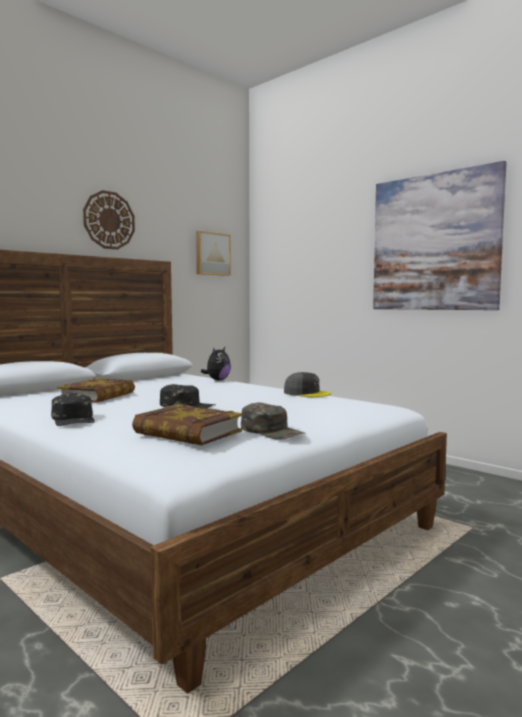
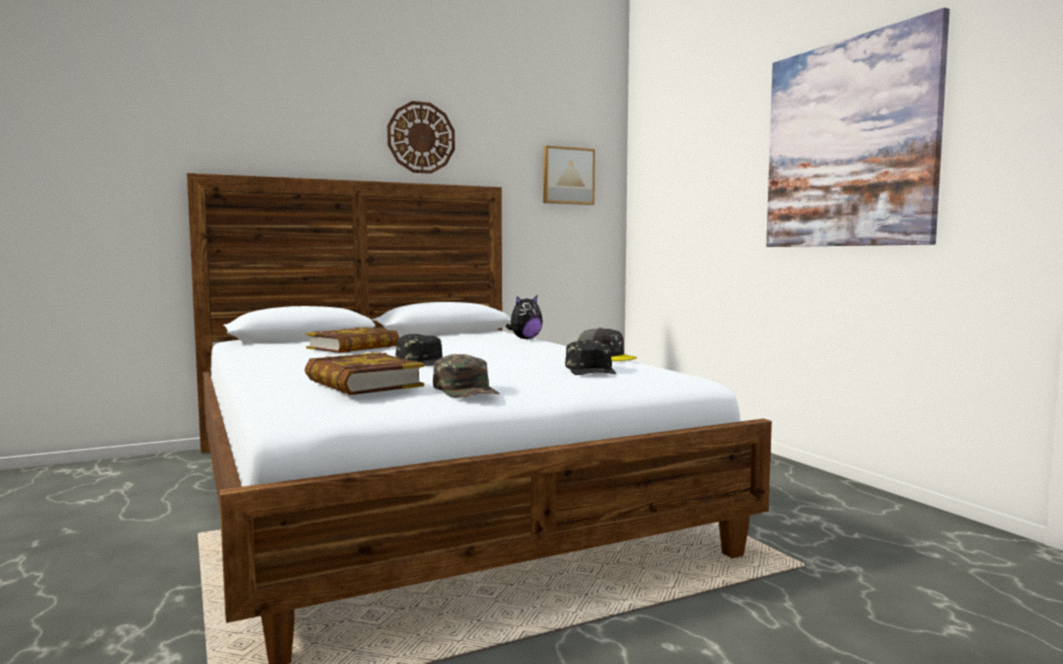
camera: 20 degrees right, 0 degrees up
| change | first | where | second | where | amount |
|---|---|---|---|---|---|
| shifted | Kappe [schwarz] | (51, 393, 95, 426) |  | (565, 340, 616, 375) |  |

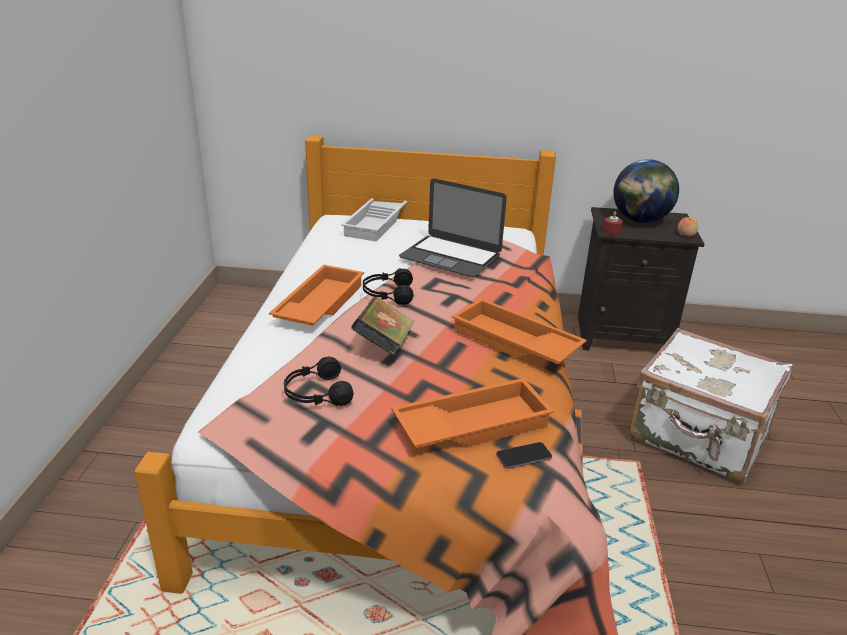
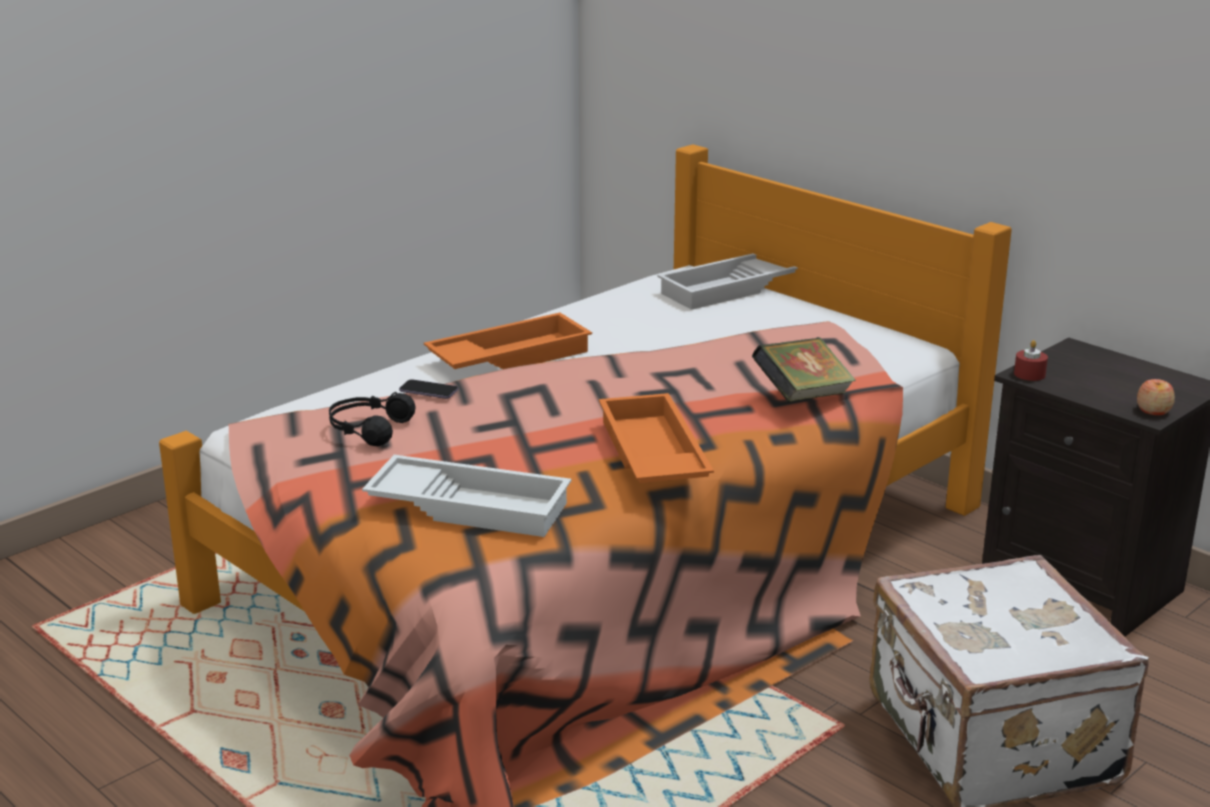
camera: 40 degrees right, 5 degrees down
| change | first | where | second | where | amount |
|---|---|---|---|---|---|
| shifted | Buch | (351, 297, 414, 356) |  | (752, 337, 856, 402) |  |
| gone | Kopfhörer [schwarz] | (363, 268, 414, 305) |  |  |  |
| repainted | Tablett [orange] | (391, 378, 554, 448) | Tablett [weiß] | (362, 455, 572, 537) |  |
| gone | Laptop | (399, 178, 507, 277) |  |  |  |
| shifted | Handy | (496, 442, 552, 469) |  | (399, 379, 458, 399) |  |
| gone | Globus | (613, 159, 679, 223) |  |  |  |

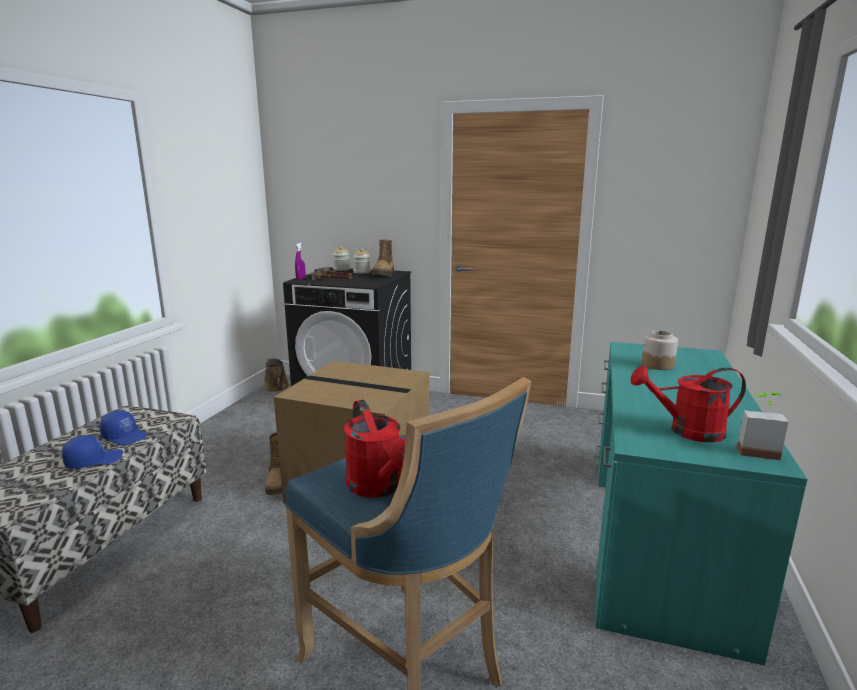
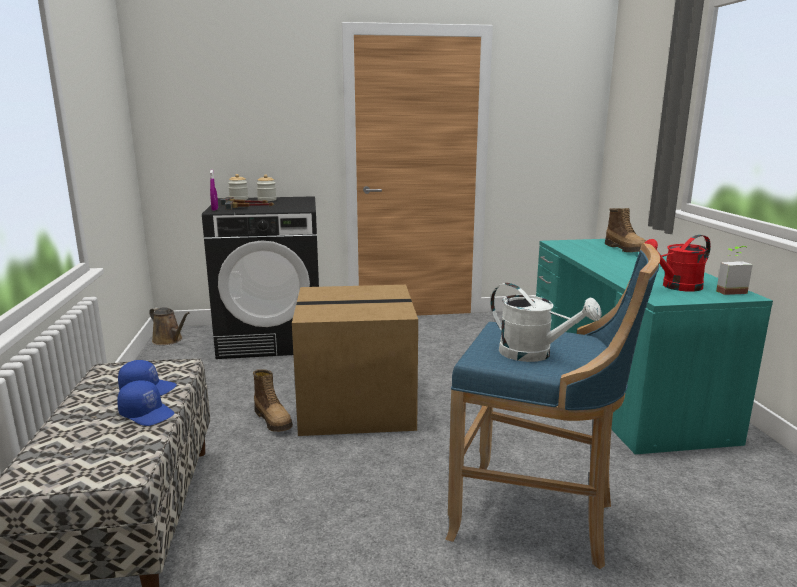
camera: 25 degrees left, 0 degrees up
| change | first | where | second | where | amount |
|---|---|---|---|---|---|
| rotated | Kappe [blau] | (62, 435, 123, 469) |  | (117, 380, 175, 426) | 90 degrees clockwise |
| repainted | Gießkanne [rot] | (344, 400, 405, 498) | Gießkanne [weiß] | (490, 283, 602, 362) |  |
| shifted | Stiefel | (372, 239, 394, 276) |  | (605, 208, 646, 252) |  |
| gone | Vorratsglas | (642, 330, 678, 370) |  |  |  |

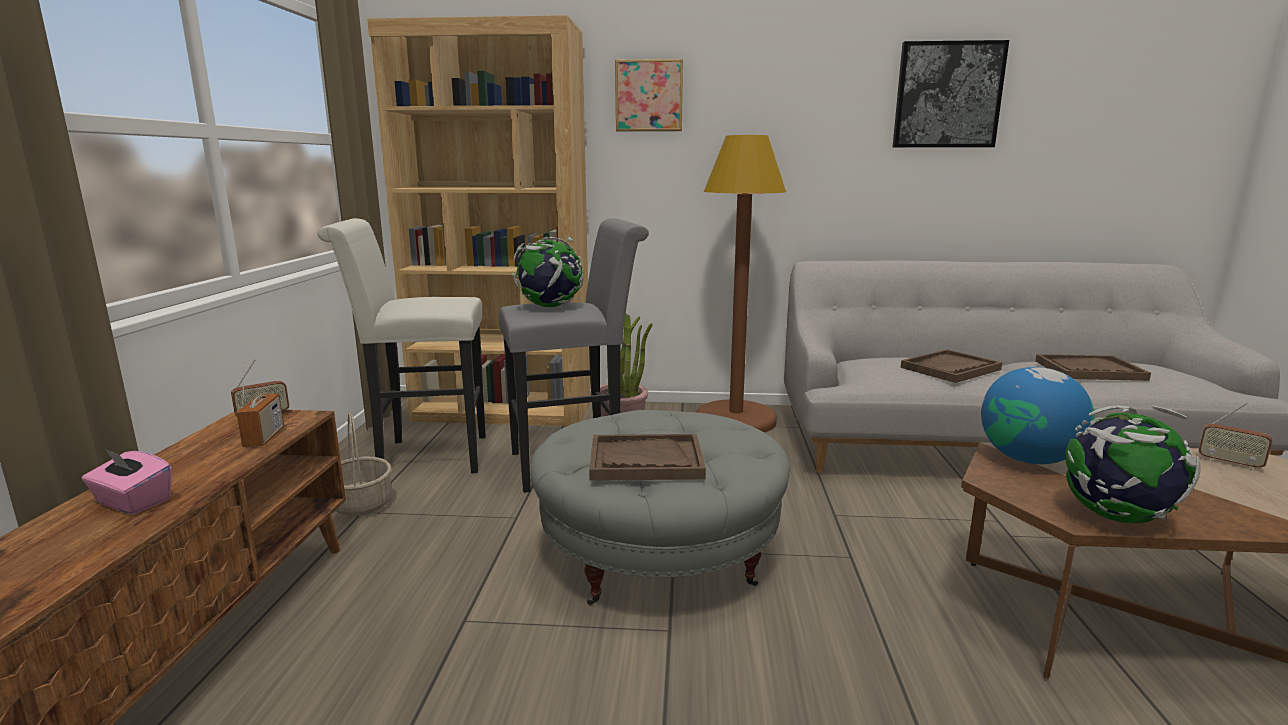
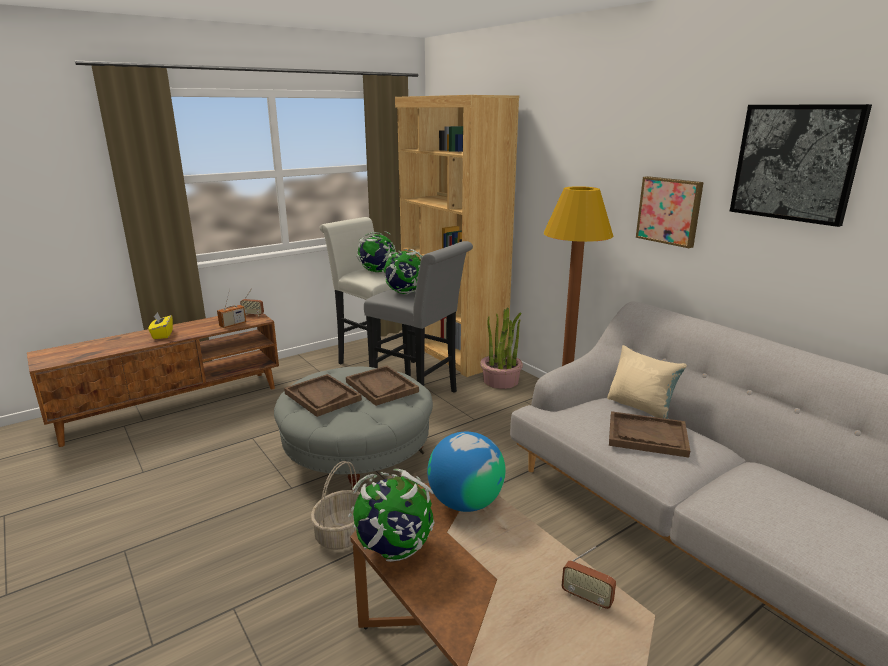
camera: 50 degrees right, 5 degrees up
| change | first | where | second | where | amount |
|---|---|---|---|---|---|
| repainted | Taschentuchbox [rosa] | (82, 448, 172, 514) | Taschentuchbox [gelb] | (148, 312, 173, 339) |  |
| shifted | Korb | (336, 413, 392, 516) |  | (311, 461, 361, 550) |  |
| shifted | Bild | (615, 59, 683, 132) |  | (636, 176, 704, 248) |  |
| shifted | Tablett [braun] | (1035, 354, 1151, 381) |  | (346, 366, 419, 406) |  |
| rotated | Radio | (1199, 402, 1272, 470) |  | (561, 546, 616, 610) | 60 degrees counterclockwise |
| new |  |  | Globus | (357, 232, 396, 272) |  |
| new |  |  | Kissen [beige] | (607, 345, 687, 419) |  |

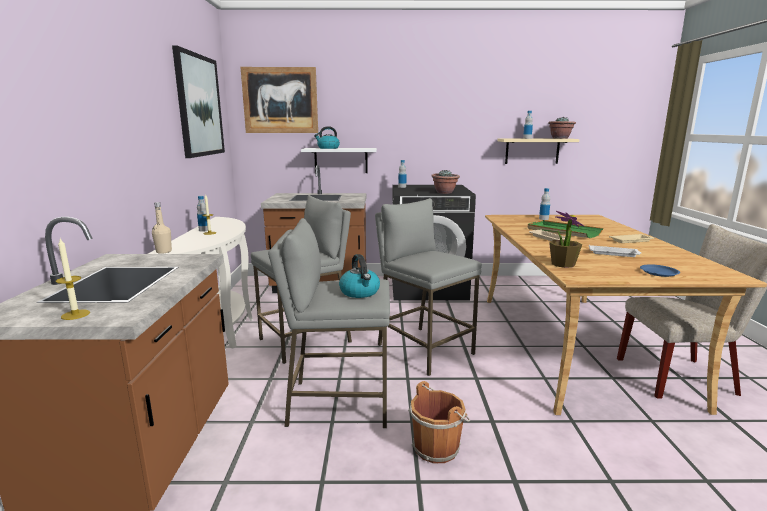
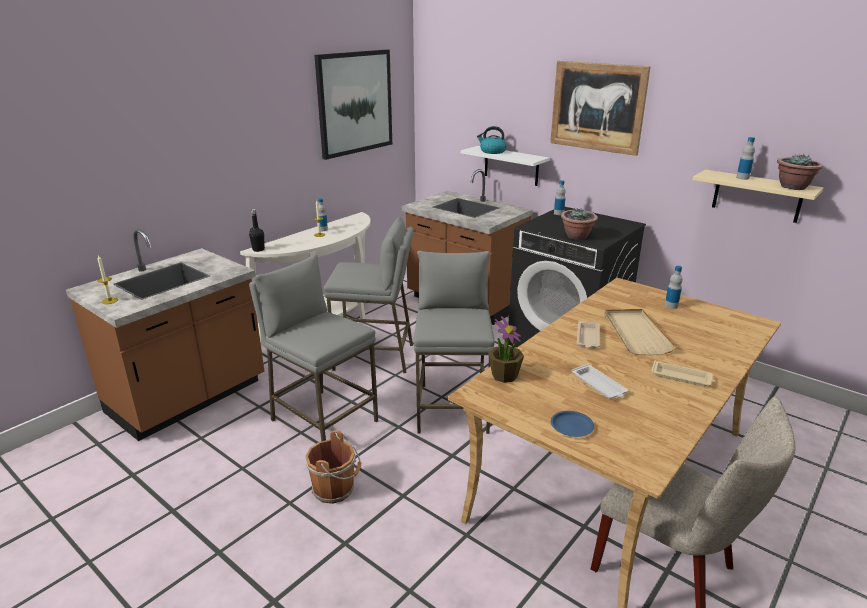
camera: 40 degrees right, 10 degrees up
| change | first | where | second | where | amount |
|---|---|---|---|---|---|
| repainted | Flasche [beige] | (152, 202, 172, 254) | Flasche [schwarz] | (249, 209, 265, 252) |  |
| shifted | Bild | (241, 67, 318, 133) |  | (550, 61, 651, 156) |  |
| gone | Wasserkessel | (339, 254, 380, 298) |  |  |  |
| repainted | Tablett [grün] | (528, 220, 603, 238) | Tablett [beige] | (604, 309, 676, 355) |  |

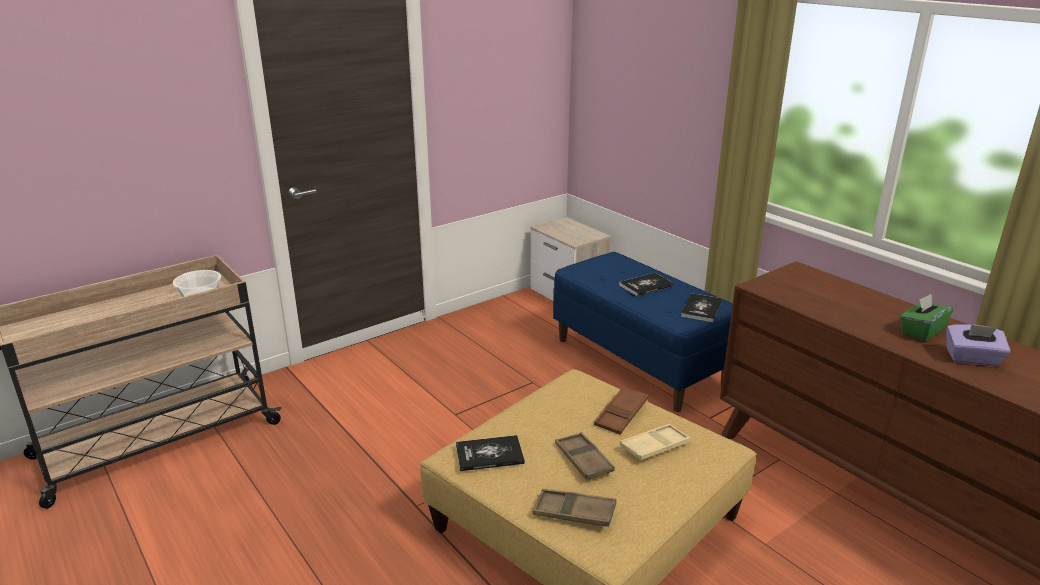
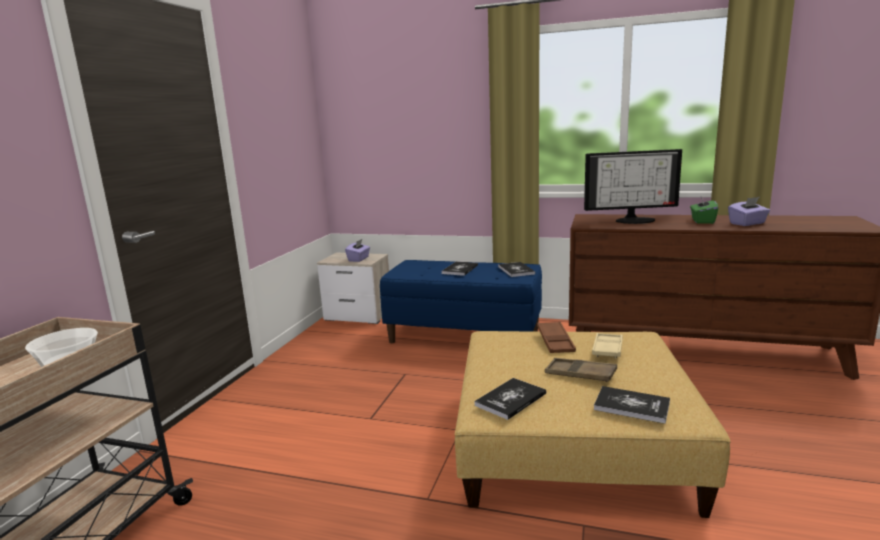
camera: 35 degrees left, 10 degrees down
| change | first | where | second | where | amount |
|---|---|---|---|---|---|
| swapped | Tablett [braun] | (533, 489, 616, 527) | Buch | (594, 386, 670, 424) |  |
| new |  |  | Taschentuchbox [lila] | (345, 239, 370, 262) |  |
| new |  |  | Monitor | (584, 149, 682, 224) |  |

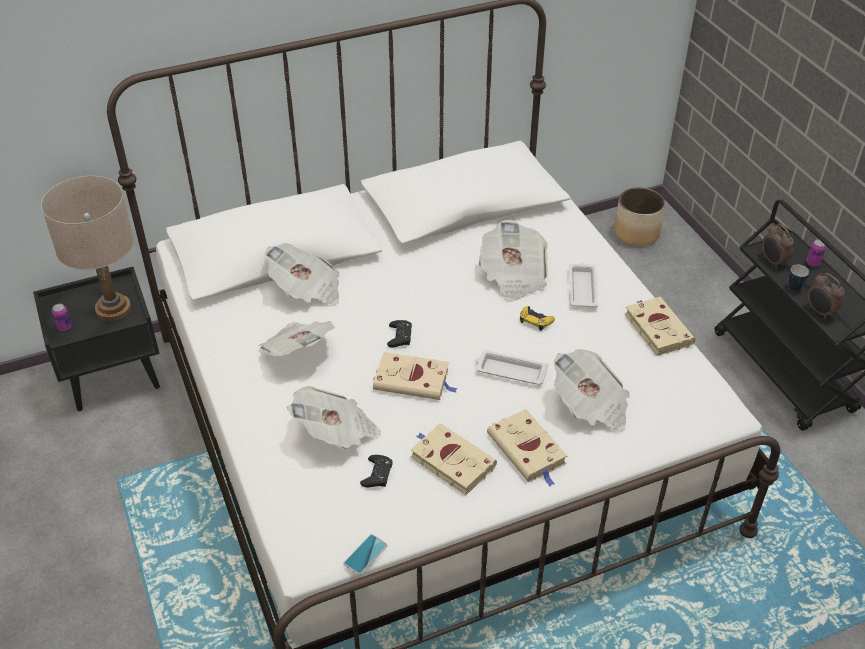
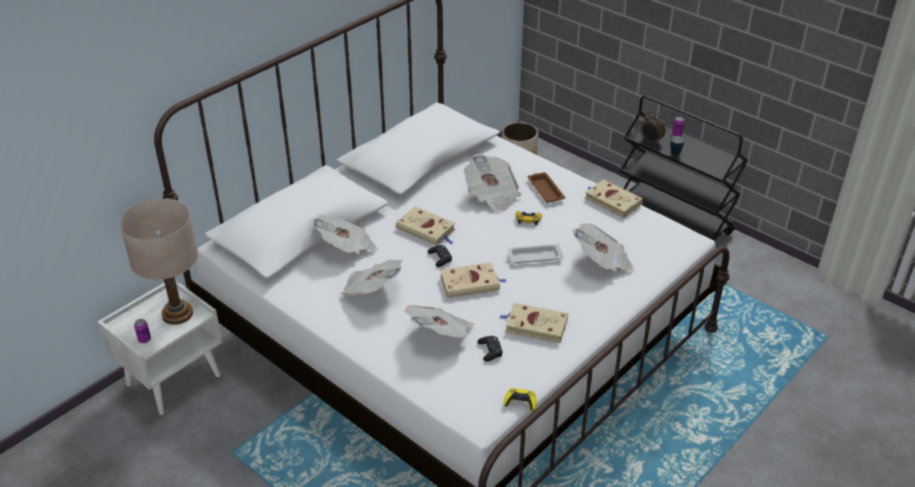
camera: 25 degrees left, 5 degrees down
| change | first | where | second | where | amount |
|---|---|---|---|---|---|
| repainted | Nachttisch [schwarz] | (33, 267, 160, 411) | Nachttisch [weiß] | (98, 280, 223, 415) |  |
| swapped | Handy | (344, 534, 387, 575) | Gamepad [gelb] | (504, 388, 536, 411) |  |
| shifted | Buch [beige] | (487, 409, 567, 487) |  | (396, 207, 455, 246) |  |
| repainted | Tablett [weiß] | (569, 263, 598, 307) | Tablett [braun] | (527, 172, 565, 203) |  |
| gone | Wecker | (807, 273, 845, 320) |  |  |  |

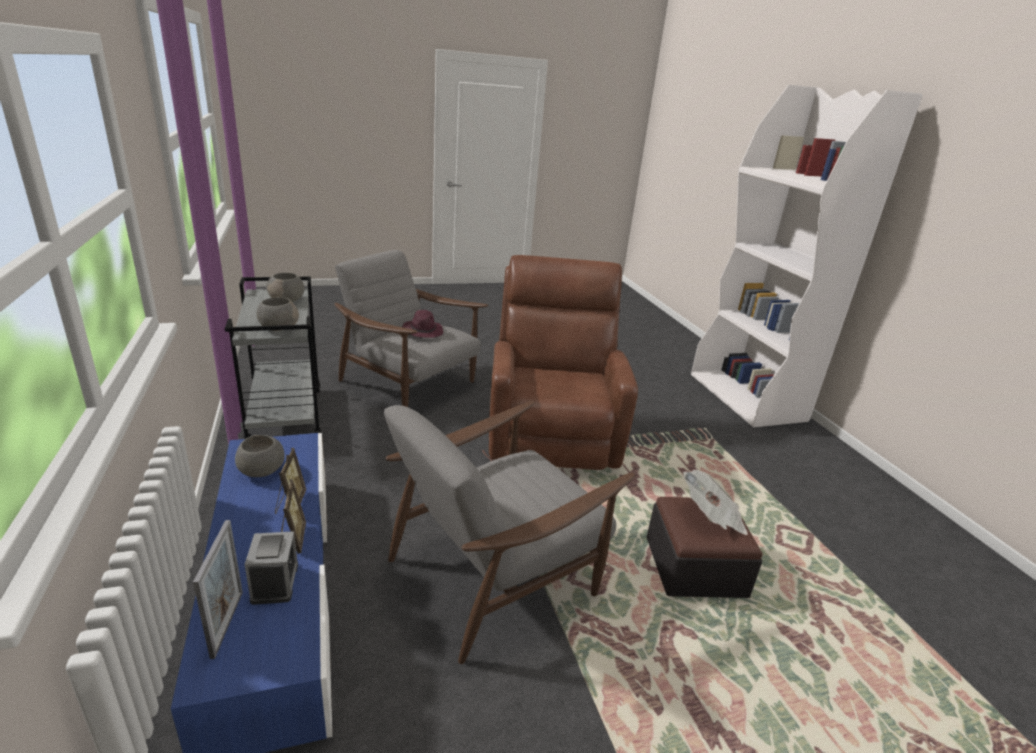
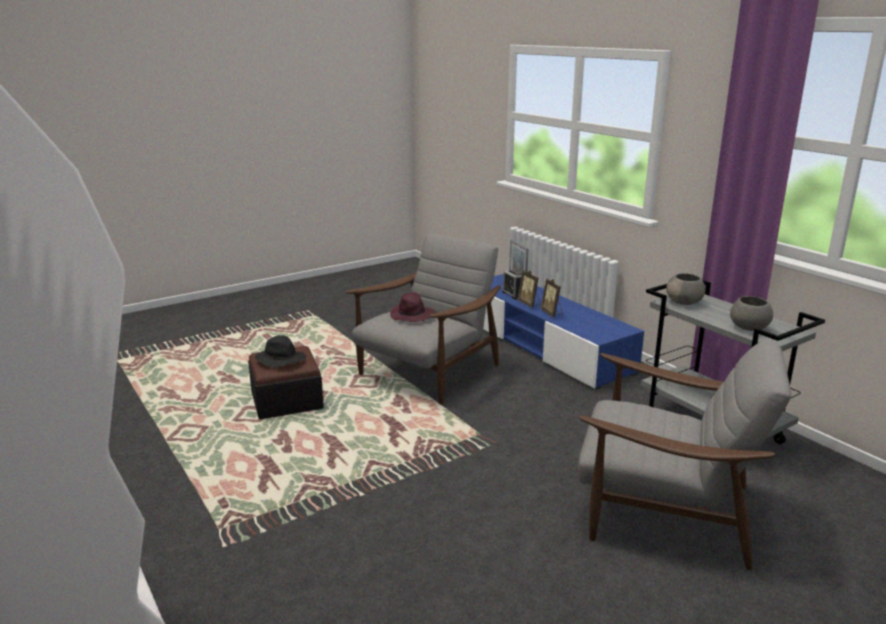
camera: 165 degrees right, 5 degrees down
| change | first | where | second | where | amount |
|---|---|---|---|---|---|
| gone | Schüssel [grau] | (235, 435, 285, 477) |  |  |  |
| shifted | Hut [lila] | (402, 310, 443, 338) |  | (390, 293, 434, 322) |  |
| gone | Sessel [braun] | (489, 255, 638, 470) |  |  |  |
| swapped | Zeitung | (683, 470, 748, 535) | Hut [schwarz] | (255, 335, 306, 368) |  |

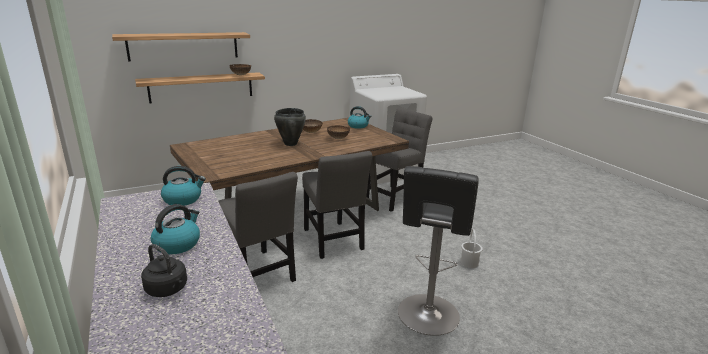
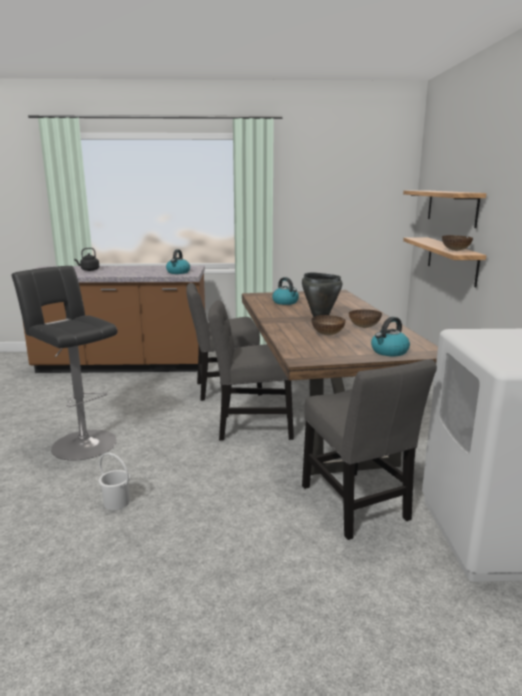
camera: 115 degrees right, 5 degrees down
| change | first | where | second | where | amount |
|---|---|---|---|---|---|
| shifted | Wasserkessel | (151, 204, 200, 254) |  | (272, 277, 299, 305) |  |

